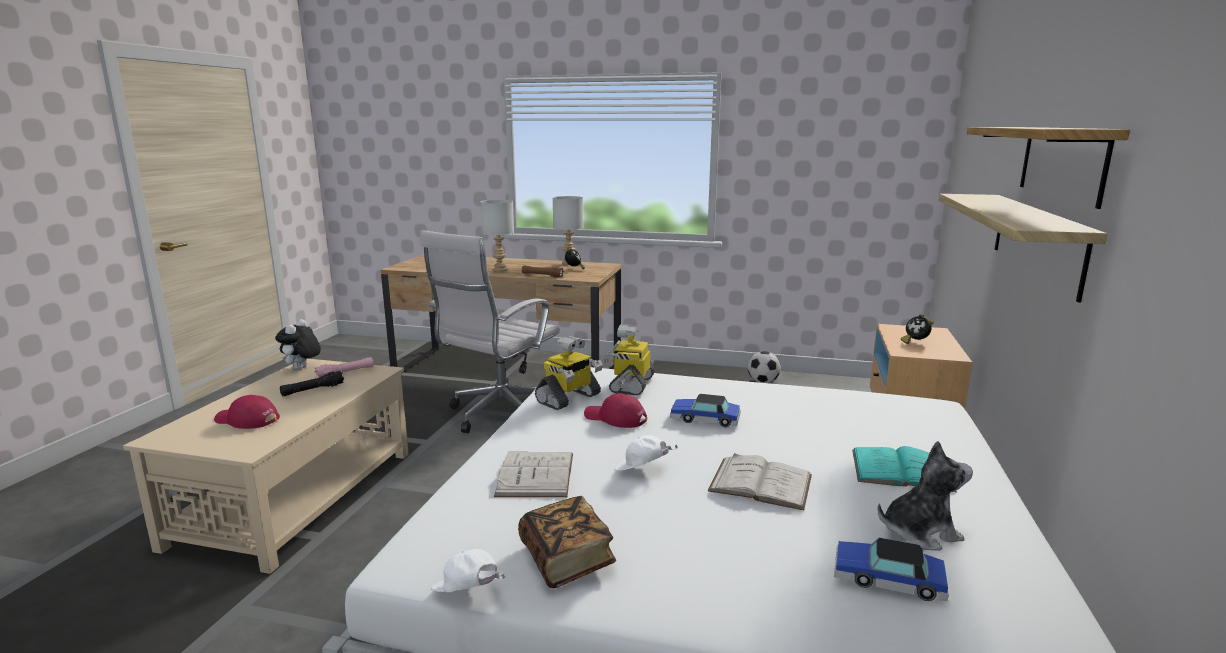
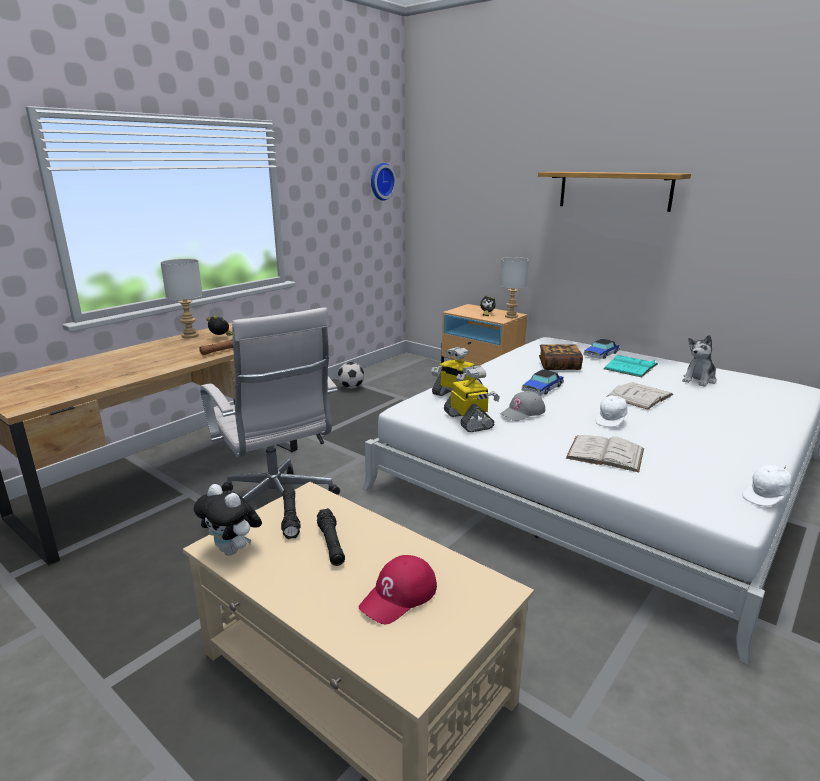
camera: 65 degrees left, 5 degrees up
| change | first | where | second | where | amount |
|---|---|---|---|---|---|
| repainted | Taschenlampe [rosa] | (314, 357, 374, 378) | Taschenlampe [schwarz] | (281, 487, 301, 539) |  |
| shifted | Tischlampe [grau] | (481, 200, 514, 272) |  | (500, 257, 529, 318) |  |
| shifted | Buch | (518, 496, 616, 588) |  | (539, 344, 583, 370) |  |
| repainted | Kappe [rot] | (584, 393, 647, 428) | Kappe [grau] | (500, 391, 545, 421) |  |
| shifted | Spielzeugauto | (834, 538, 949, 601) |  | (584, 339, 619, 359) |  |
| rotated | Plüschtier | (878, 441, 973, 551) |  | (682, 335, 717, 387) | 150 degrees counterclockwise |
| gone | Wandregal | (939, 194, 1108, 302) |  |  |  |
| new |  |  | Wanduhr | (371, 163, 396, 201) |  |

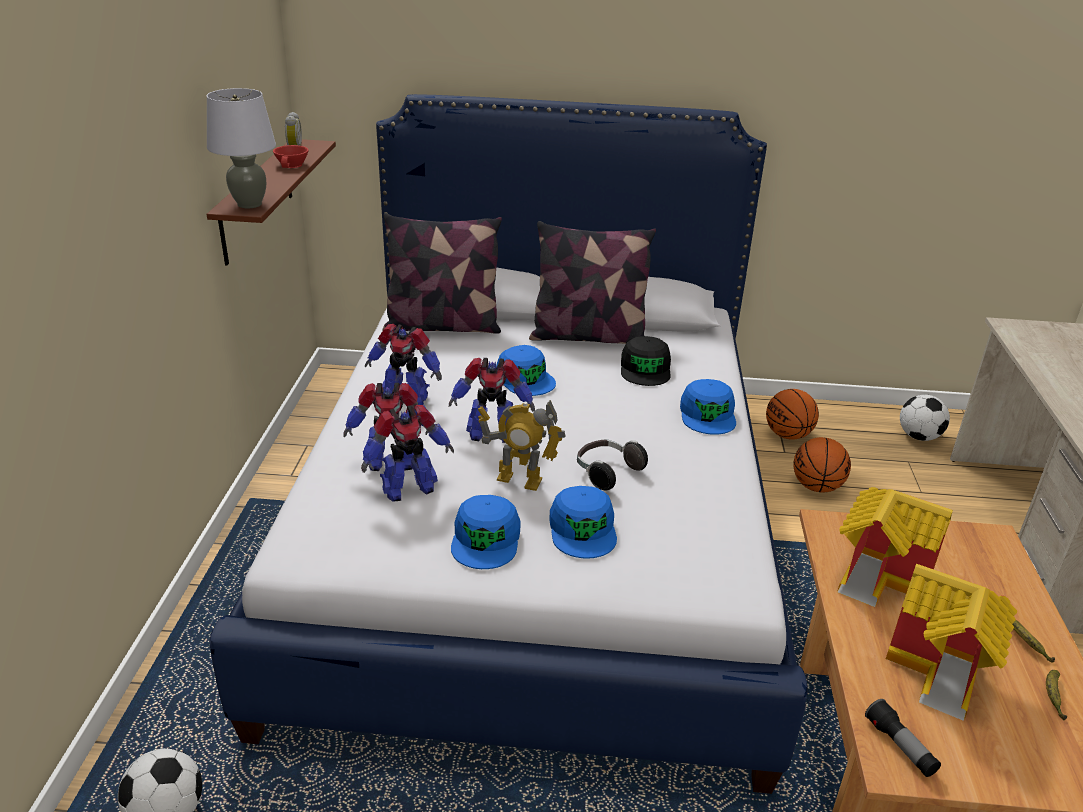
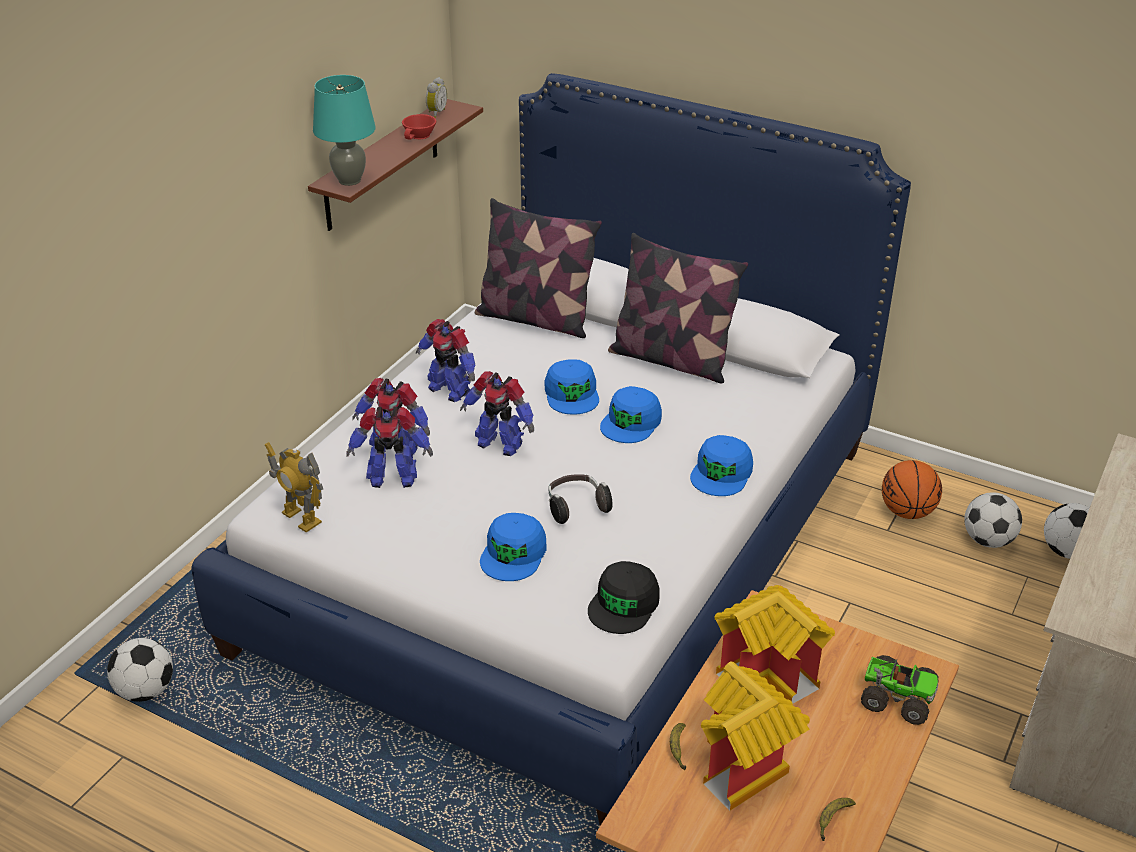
camera: 25 degrees right, 5 degrees up
| change | first | where | second | where | amount |
|---|---|---|---|---|---|
| repainted | Tischlampe [grau] | (207, 88, 276, 208) | Tischlampe [türkis] | (313, 75, 376, 186) |  |
| shifted | Kappe [blau] | (451, 495, 521, 569) |  | (600, 386, 662, 443) |  |
| shifted | Spielzeugroboter | (478, 400, 565, 491) |  | (265, 442, 323, 532) |  |
| shifted | Kappe [schwarz] | (621, 336, 671, 386) |  | (588, 561, 660, 634) |  |
| gone | Basketball | (793, 437, 851, 493) |  |  |  |
| gone | Taschenlampe | (865, 699, 941, 777) |  |  |  |
| shifted | Banane | (1012, 620, 1055, 663) |  | (670, 723, 686, 770) |  |
| new |  |  | Spielzeuglaster | (861, 655, 939, 725) |  |
| new |  |  | Fußball | (964, 492, 1022, 548) |  |

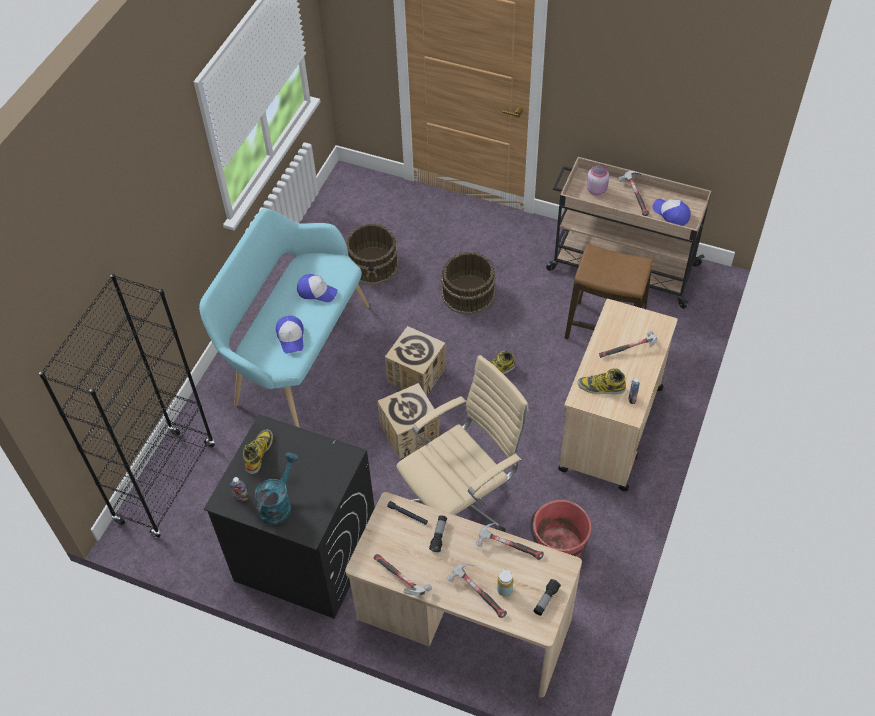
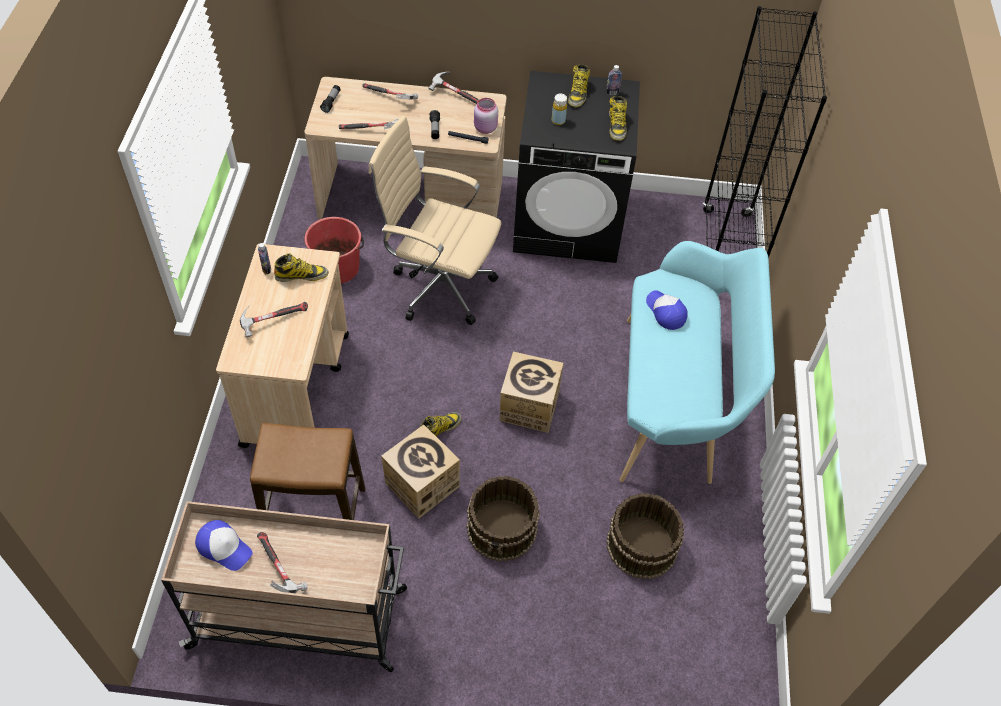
camera: 160 degrees right, 0 degrees up
| change | first | where | second | where | amount |
|---|---|---|---|---|---|
| swapped | Gießkanne [türkis] | (255, 452, 299, 525) | Stiefel | (568, 64, 590, 107) |  |
| gone | Kappe | (297, 274, 338, 302) |  |  |  |
| shifted | Karton | (378, 383, 439, 459) |  | (381, 425, 460, 519) |  |
| rotated | Bürostuhl [beige] | (396, 355, 529, 532) |  | (369, 115, 502, 325) | 75 degrees clockwise |
| shifted | Flasche [gelb] | (497, 569, 513, 597) |  | (552, 93, 567, 125) |  |
| shifted | Vorratsglas [rosa] | (587, 164, 609, 195) |  | (474, 98, 498, 134) |  |

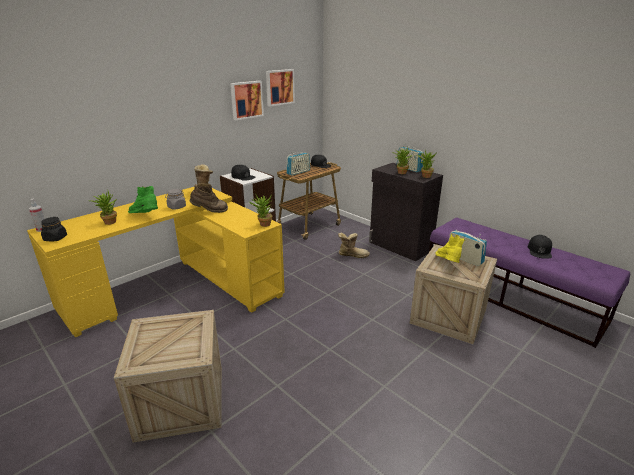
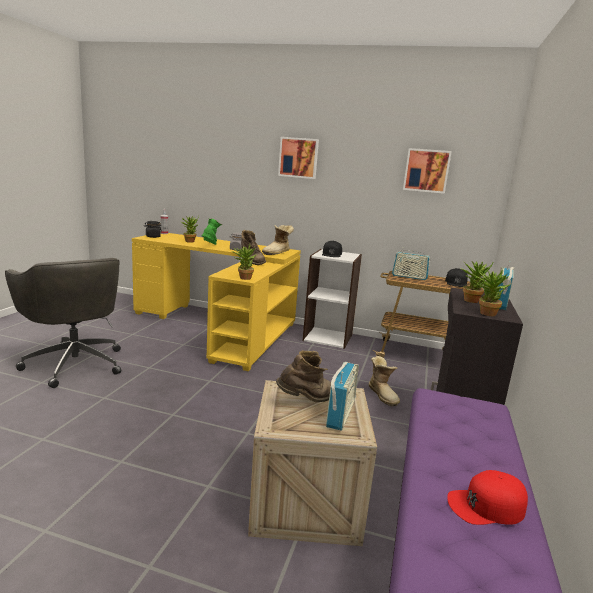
camera: 60 degrees right, 10 degrees down
| change | first | where | second | where | amount |
|---|---|---|---|---|---|
| swapped | Kiste | (114, 310, 222, 443) | Bürostuhl [grau] | (5, 258, 121, 388) |  |
| shifted | Bild | (230, 81, 264, 120) |  | (278, 137, 319, 179) |  |
| repainted | Stiefel [gelb] | (435, 234, 466, 263) | Stiefel [braun] | (276, 351, 331, 402) |  |
| repainted | Kappe [schwarz] | (528, 235, 552, 259) | Kappe [rot] | (447, 470, 528, 525) |  |

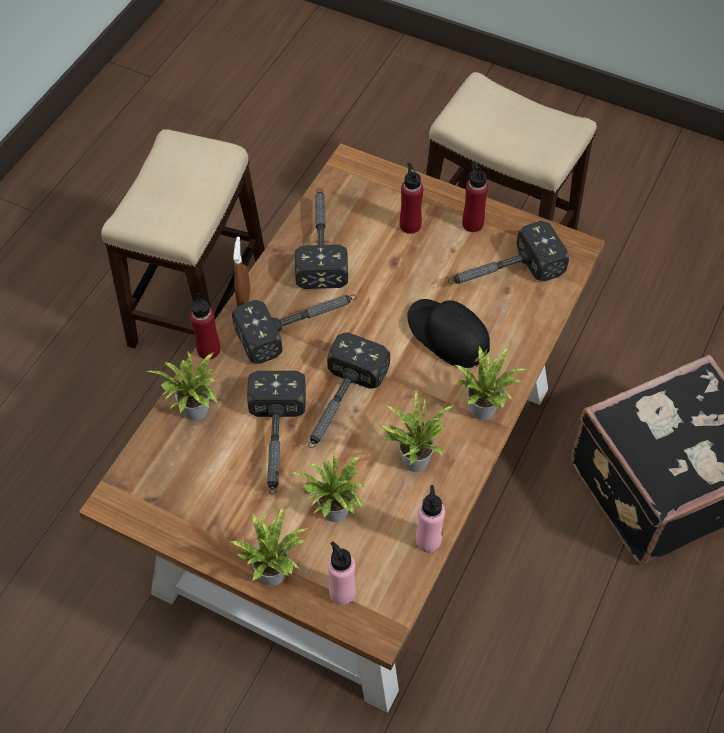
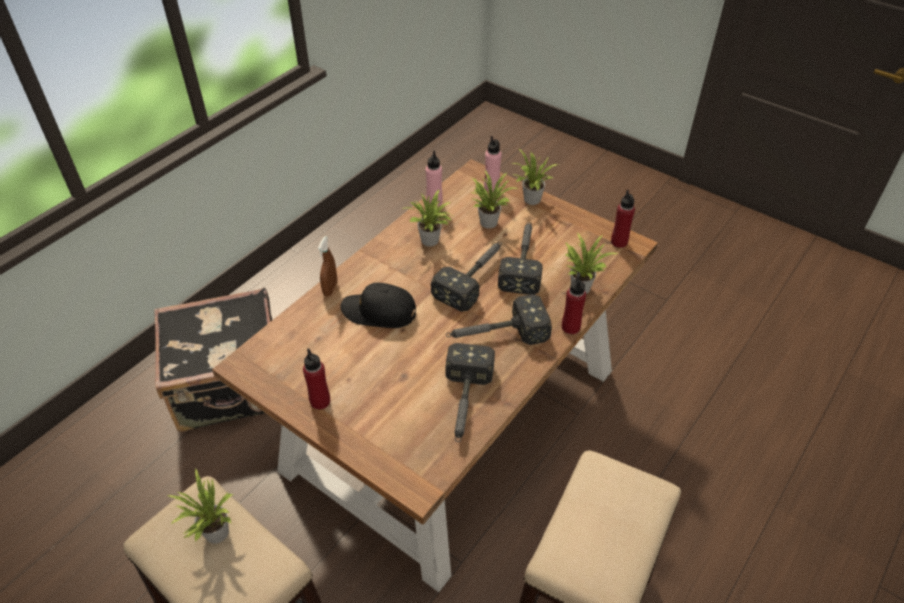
camera: 170 degrees left, 10 degrees down
| change | first | where | second | where | amount |
|---|---|---|---|---|---|
| shifted | Sprühflasche [braun] | (233, 237, 250, 306) |  | (318, 237, 337, 296) |  |
| shifted | Flasche [rot] | (400, 163, 423, 234) |  | (611, 190, 635, 248) |  |
| rotated | Kappe [schwarz] | (407, 299, 490, 368) |  | (340, 283, 416, 328) | 135 degrees clockwise |
| gone | Hammer | (448, 221, 569, 284) |  |  |  |
| shifted | Topfpflanze | (455, 345, 526, 420) |  | (166, 467, 233, 544) |  |

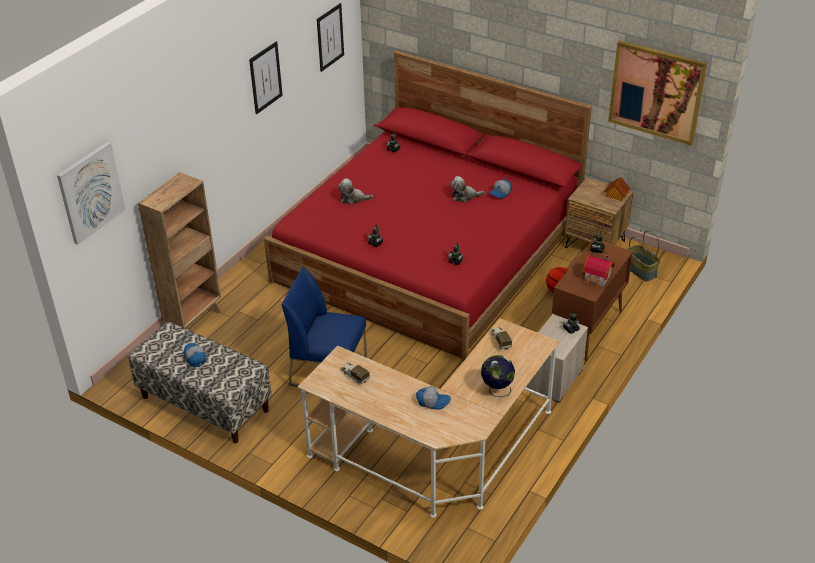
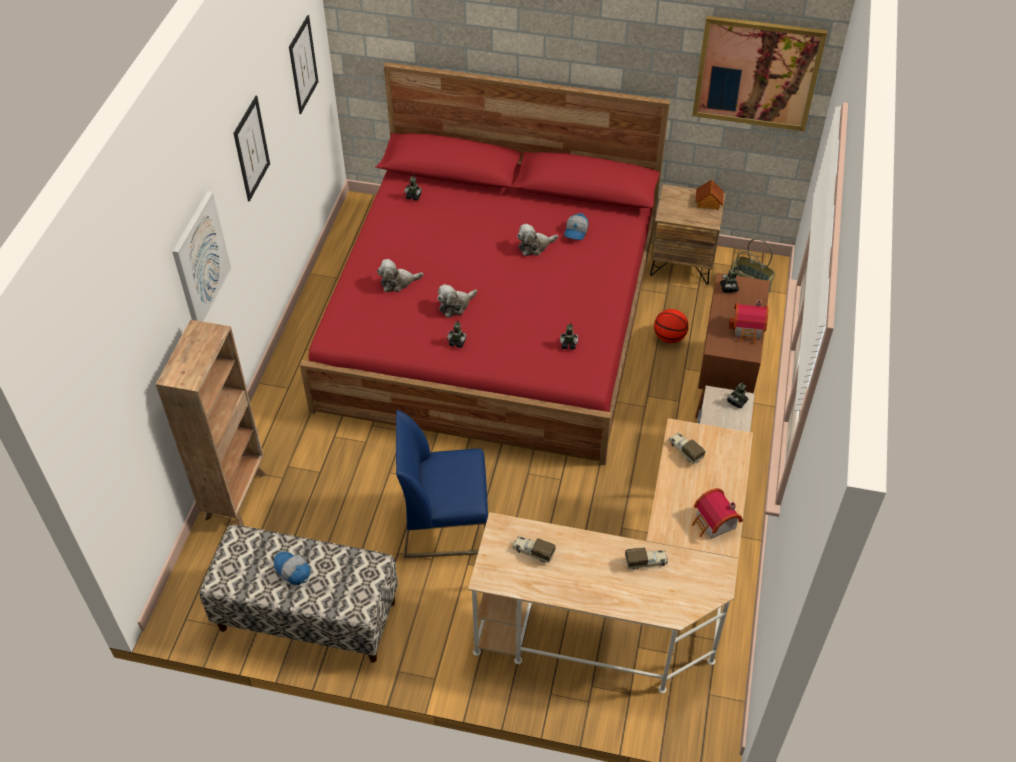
camera: 20 degrees left, 10 degrees up
| change | first | where | second | where | amount |
|---|---|---|---|---|---|
| shifted | Bild | (57, 142, 126, 245) |  | (172, 191, 231, 322) |  |
| swapped | Kappe | (416, 386, 451, 410) | Spielzeuglaster | (625, 547, 668, 569) |  |
| swapped | Globus | (481, 355, 515, 397) | Spielzeughaus | (692, 488, 743, 539) |  |
| new |  |  | Plüschtier | (438, 284, 477, 318) |  |

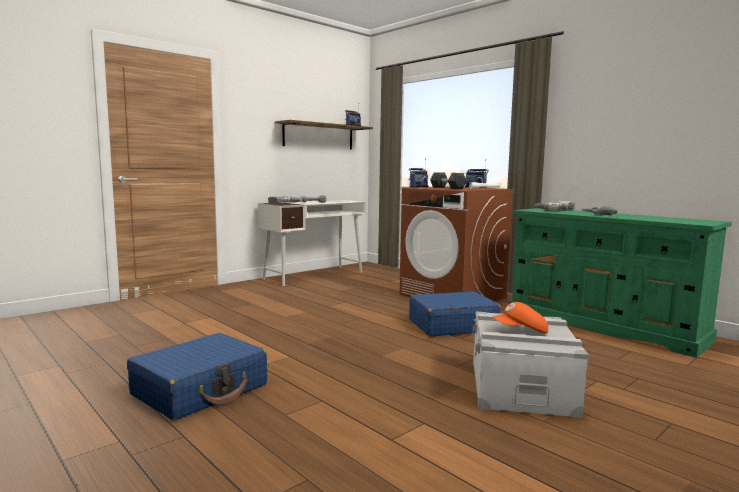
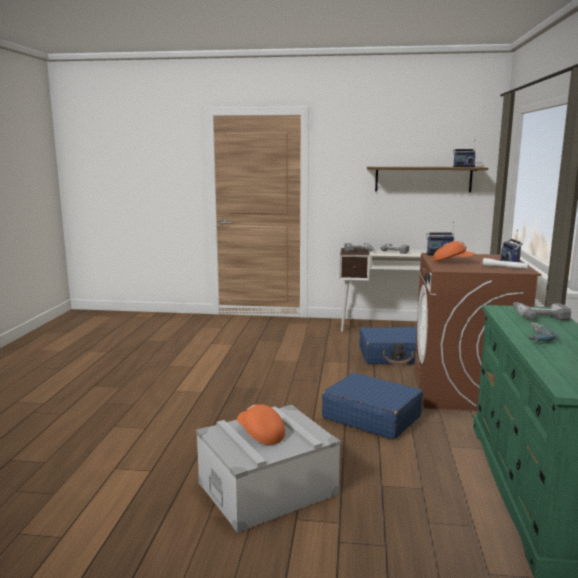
camera: 50 degrees right, 5 degrees up
| change | first | where | second | where | amount |
|---|---|---|---|---|---|
| shifted | Koffer [blau] | (127, 333, 267, 420) |  | (359, 327, 417, 366) |  |
| swapped | Hantel [grau] | (430, 172, 467, 189) | Kappe [orange] | (433, 241, 475, 262) |  |

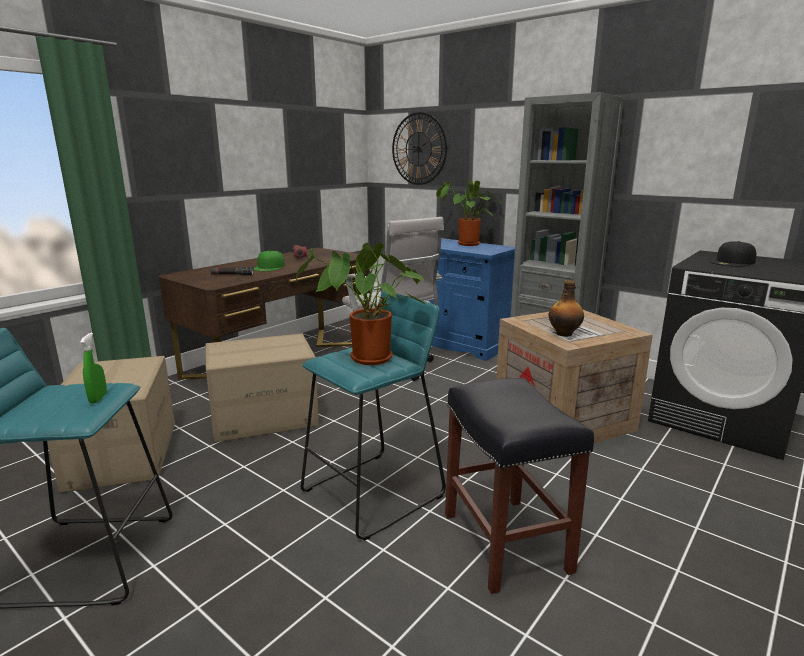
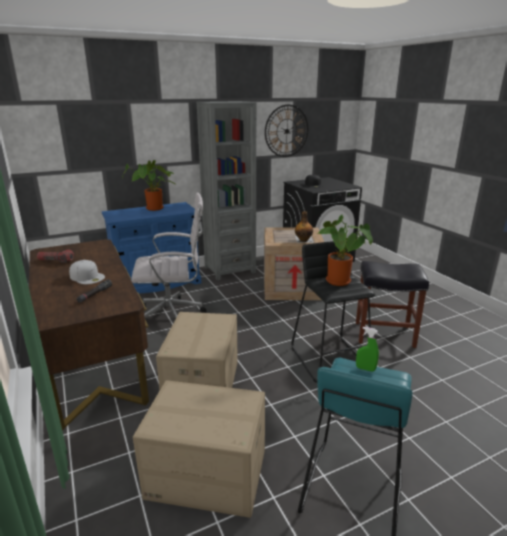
camera: 65 degrees left, 5 degrees up
| change | first | where | second | where | amount |
|---|---|---|---|---|---|
| repainted | Kappe [grün] | (253, 251, 285, 271) | Kappe [weiß] | (69, 260, 105, 284) |  |
| repainted | Hocker [türkis] | (301, 291, 446, 541) | Hocker [schwarz] | (291, 241, 376, 383) |  |
| shifted | Wanduhr | (392, 112, 447, 185) |  | (265, 105, 308, 157) |  |

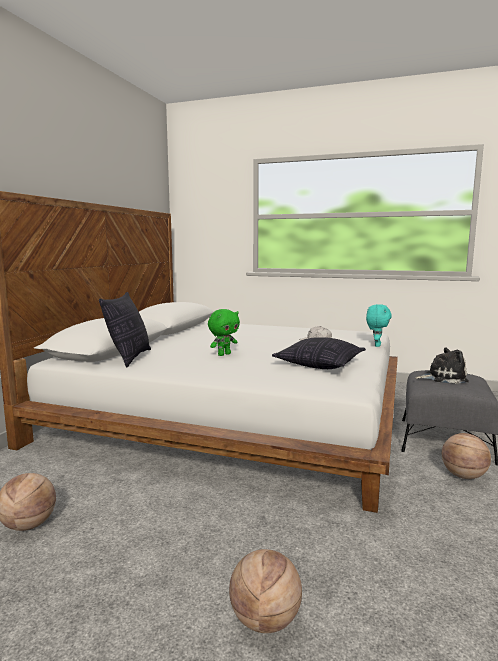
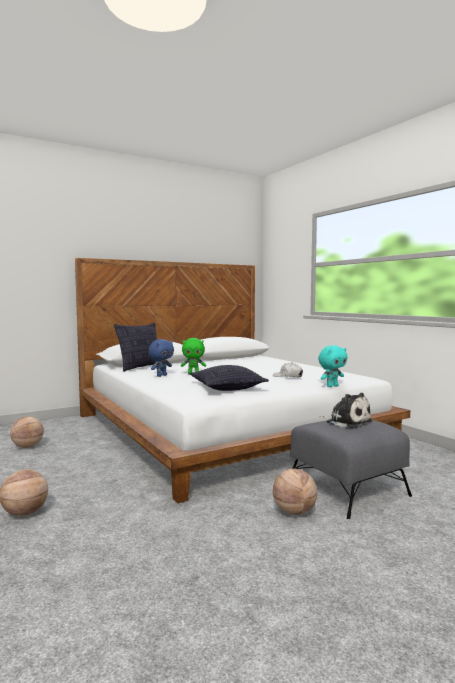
camera: 40 degrees right, 5 degrees down
| change | first | where | second | where | amount |
|---|---|---|---|---|---|
| new |  |  | Plüschtier [blau] | (148, 339, 174, 377) |  |

